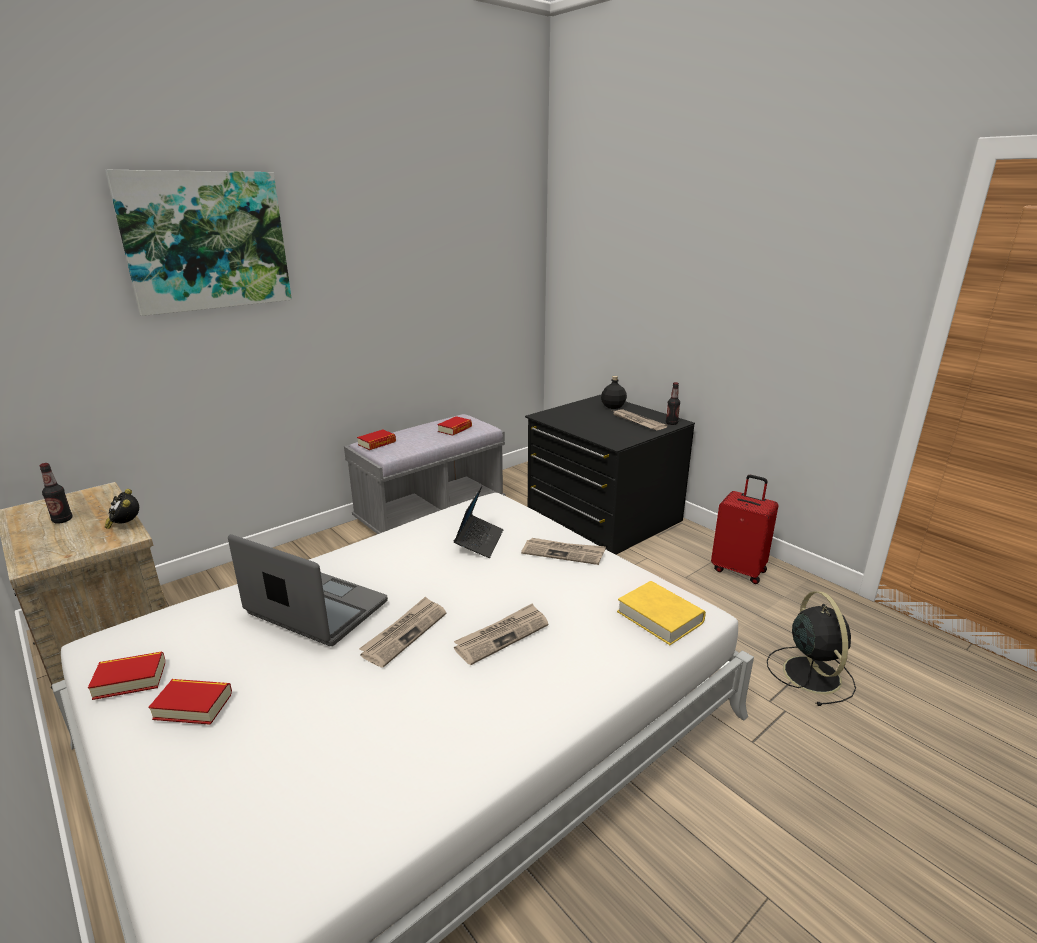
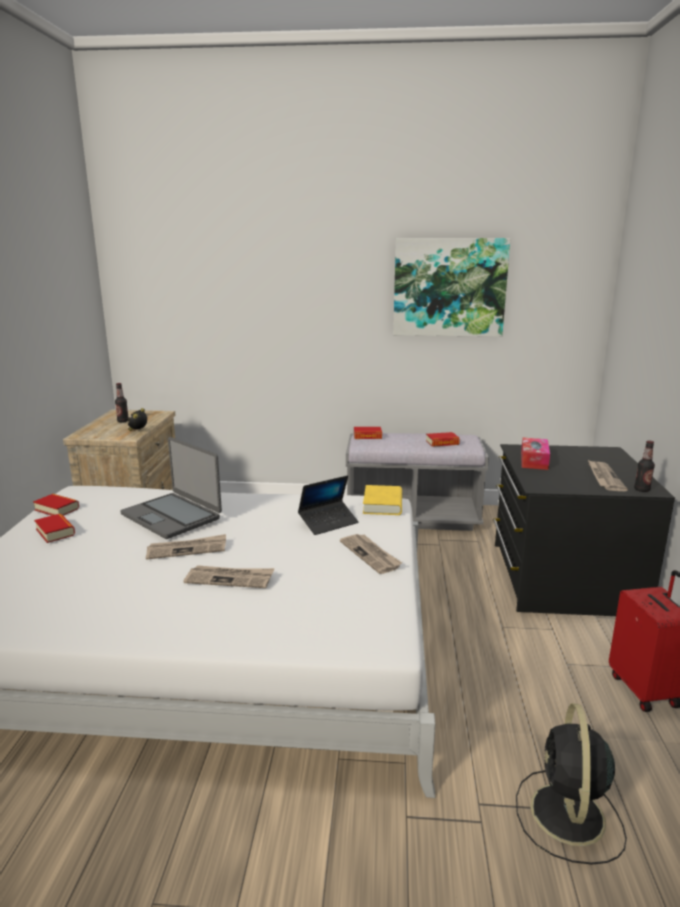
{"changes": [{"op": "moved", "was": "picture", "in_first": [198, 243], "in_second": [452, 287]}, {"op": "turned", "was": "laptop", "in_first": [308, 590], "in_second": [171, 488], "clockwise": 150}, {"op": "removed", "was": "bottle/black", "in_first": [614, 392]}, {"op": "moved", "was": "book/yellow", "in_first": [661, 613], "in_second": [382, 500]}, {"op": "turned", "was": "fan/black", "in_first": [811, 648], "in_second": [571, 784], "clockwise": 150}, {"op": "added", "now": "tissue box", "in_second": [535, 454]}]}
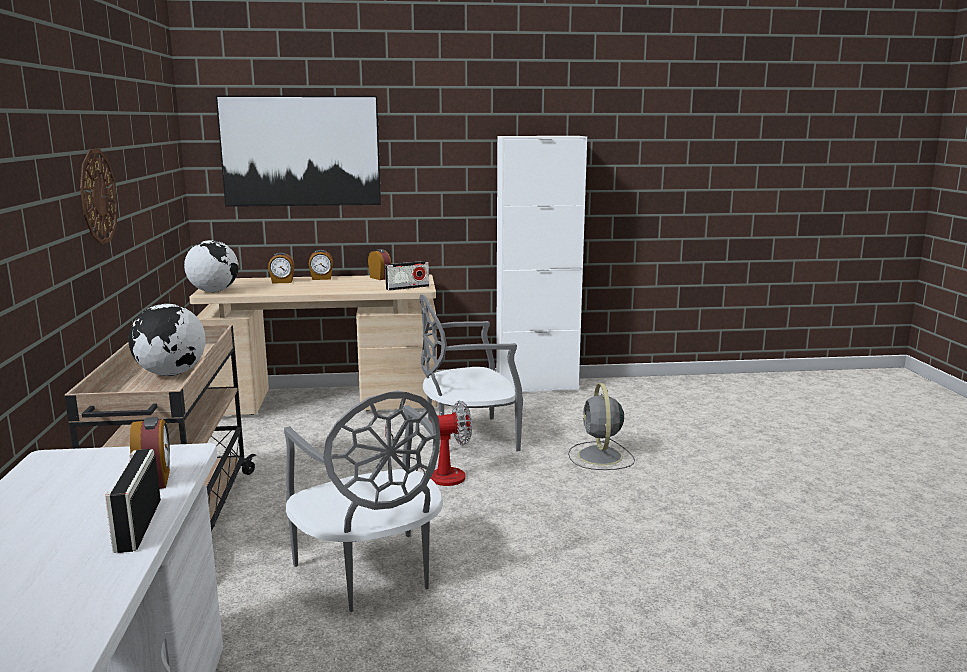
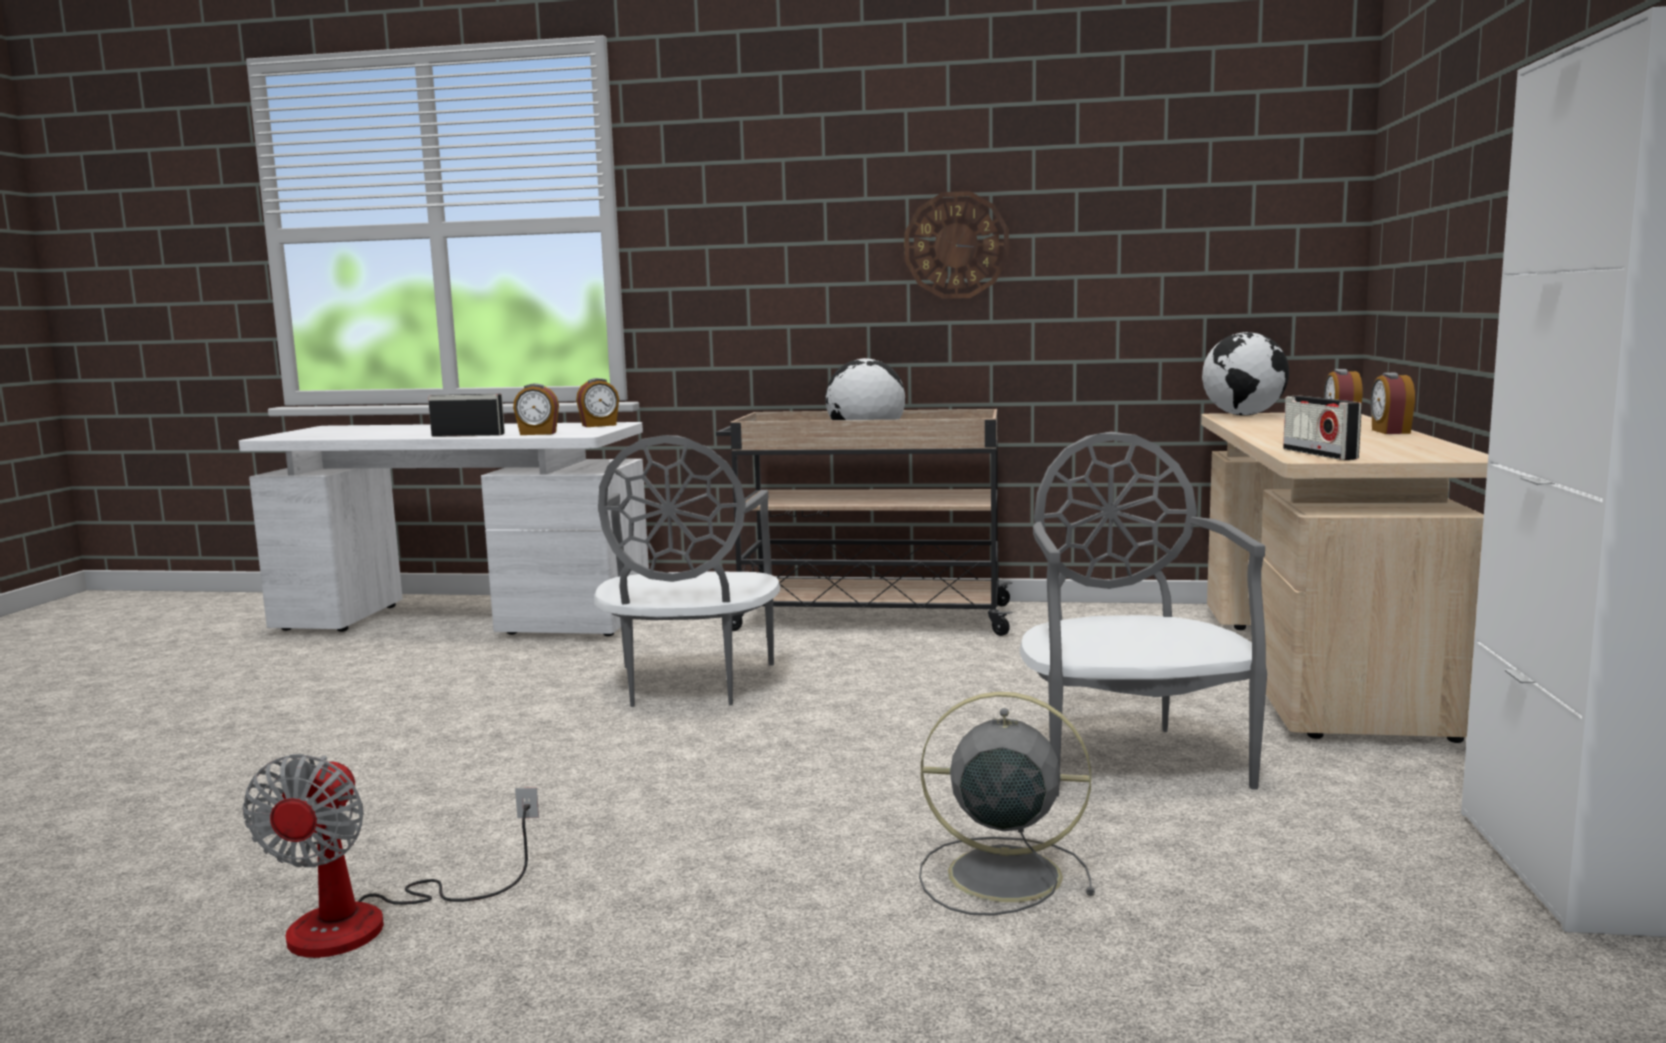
{"changes": [{"op": "removed", "was": "picture", "in_first": [298, 151]}, {"op": "turned", "was": "chair/grey", "in_first": [363, 501], "in_second": [687, 571], "clockwise": -75}, {"op": "moved", "was": "alarm clock", "in_first": [379, 264], "in_second": [597, 402]}, {"op": "moved", "was": "fan", "in_first": [428, 443], "in_second": [391, 856]}]}
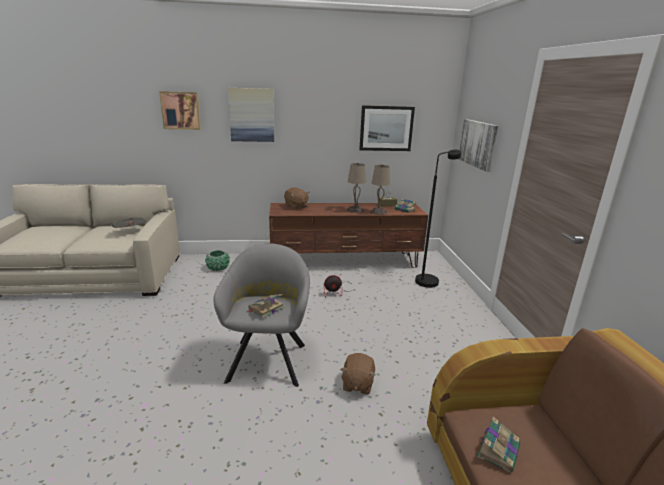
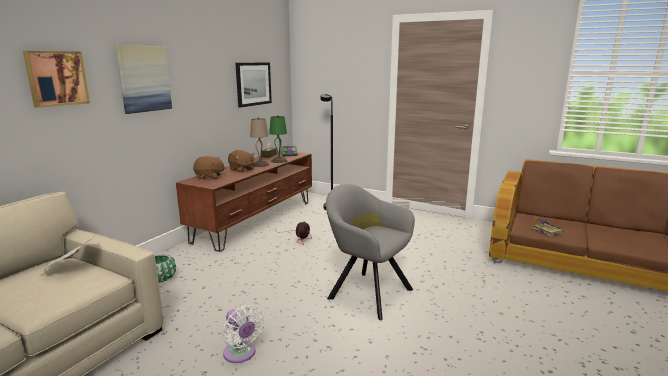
{"changes": [{"op": "removed", "was": "book", "in_first": [266, 306]}, {"op": "moved", "was": "plush toy/brown", "in_first": [358, 373], "in_second": [241, 161]}, {"op": "recoloured", "was": "table lamp/beige", "now": "table lamp/green", "in_first": [380, 189], "in_second": [278, 139]}, {"op": "removed", "was": "picture", "in_first": [478, 145]}, {"op": "added", "now": "fan/white", "in_second": [243, 334]}]}
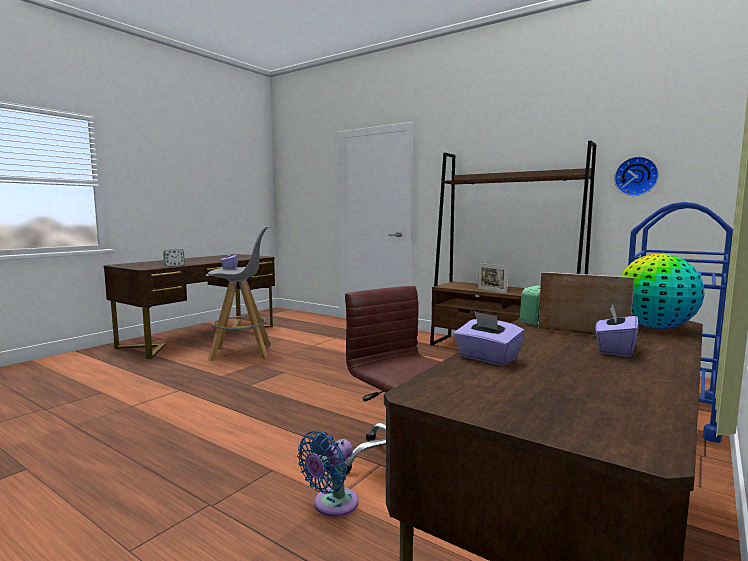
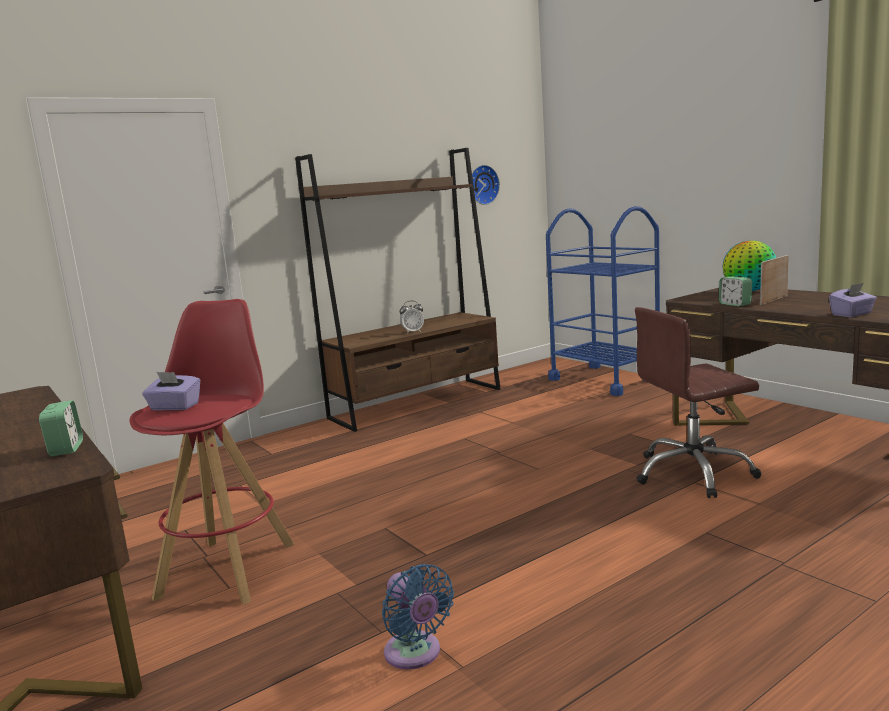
{"changes": [{"op": "recoloured", "was": "stool/grey", "now": "stool/red", "in_first": [238, 293], "in_second": [212, 452]}, {"op": "moved", "was": "fan/blue", "in_first": [328, 474], "in_second": [418, 617]}, {"op": "replaced", "was": "picture frame", "now": "alarm clock", "in_first": [493, 278], "in_second": [411, 317]}, {"op": "removed", "was": "tissue box/purple", "in_first": [617, 331]}]}
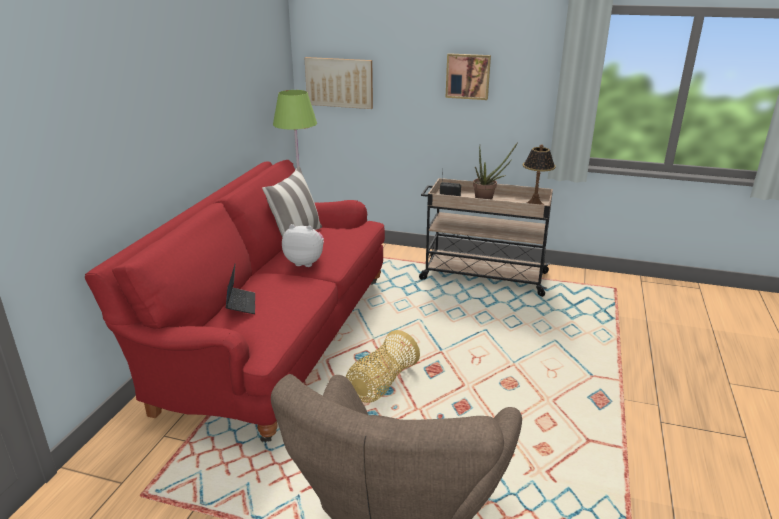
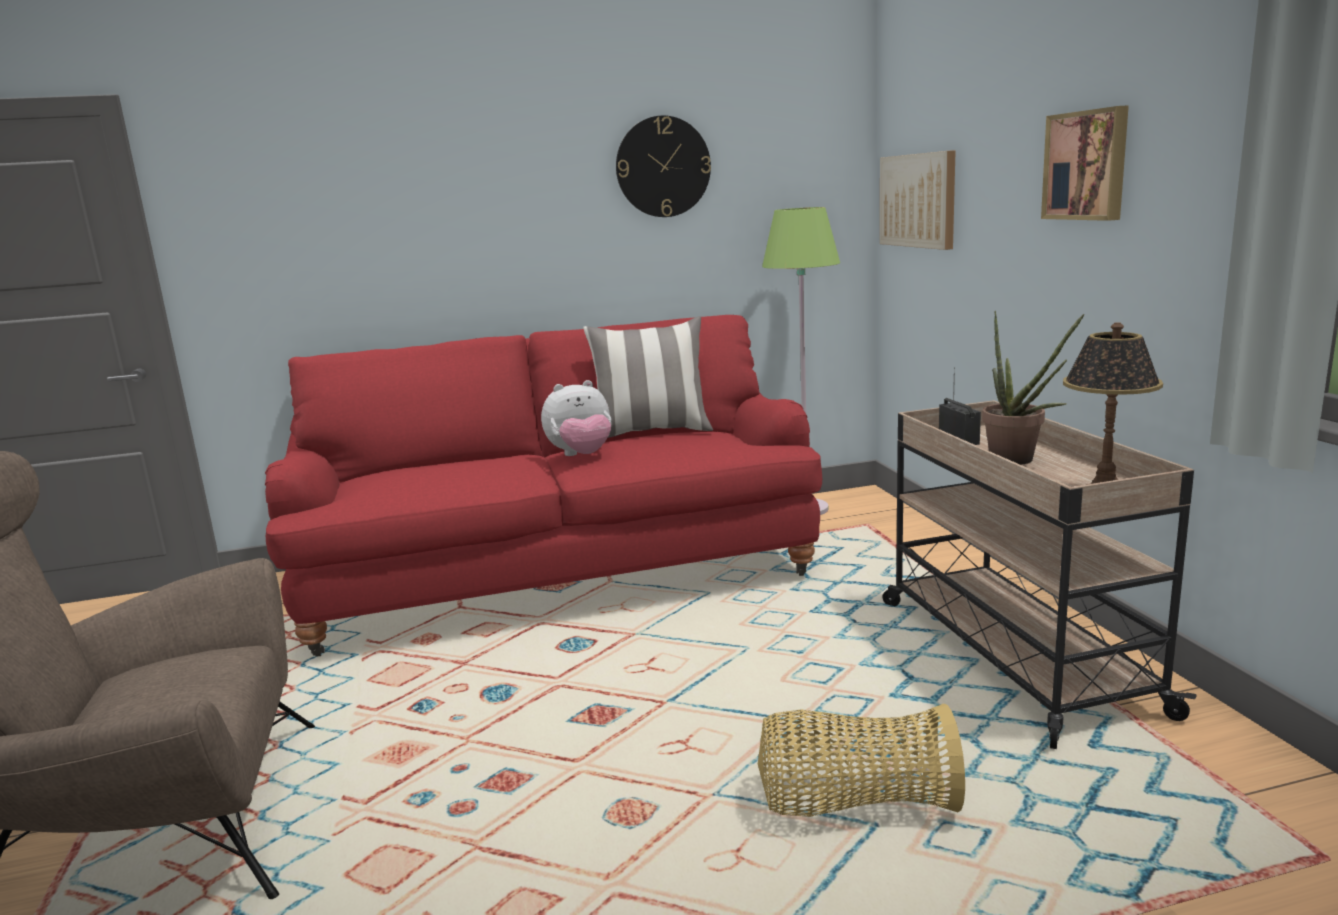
{"changes": [{"op": "removed", "was": "laptop", "in_first": [240, 289]}, {"op": "turned", "was": "plush toy", "in_first": [303, 245], "in_second": [576, 418], "clockwise": 90}, {"op": "moved", "was": "basket", "in_first": [383, 366], "in_second": [861, 760]}, {"op": "added", "now": "wall clock", "in_second": [663, 166]}]}
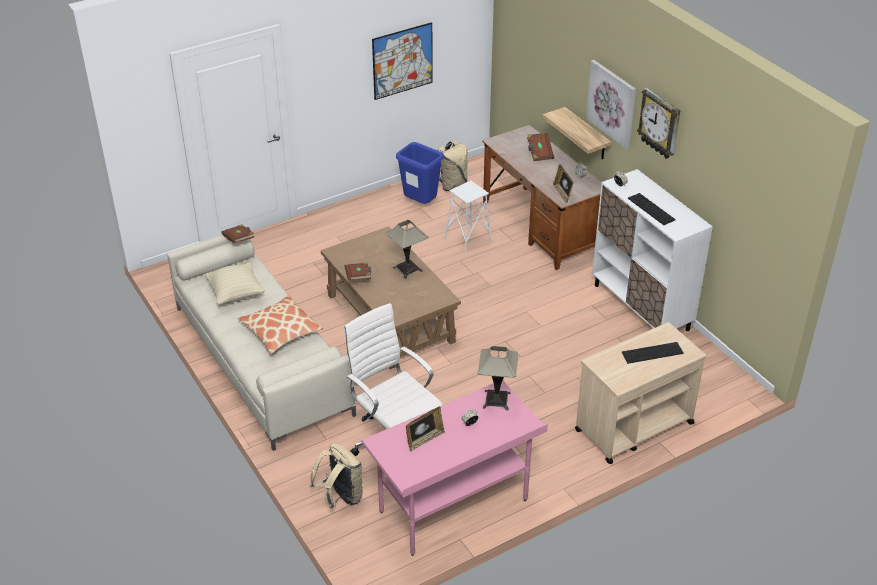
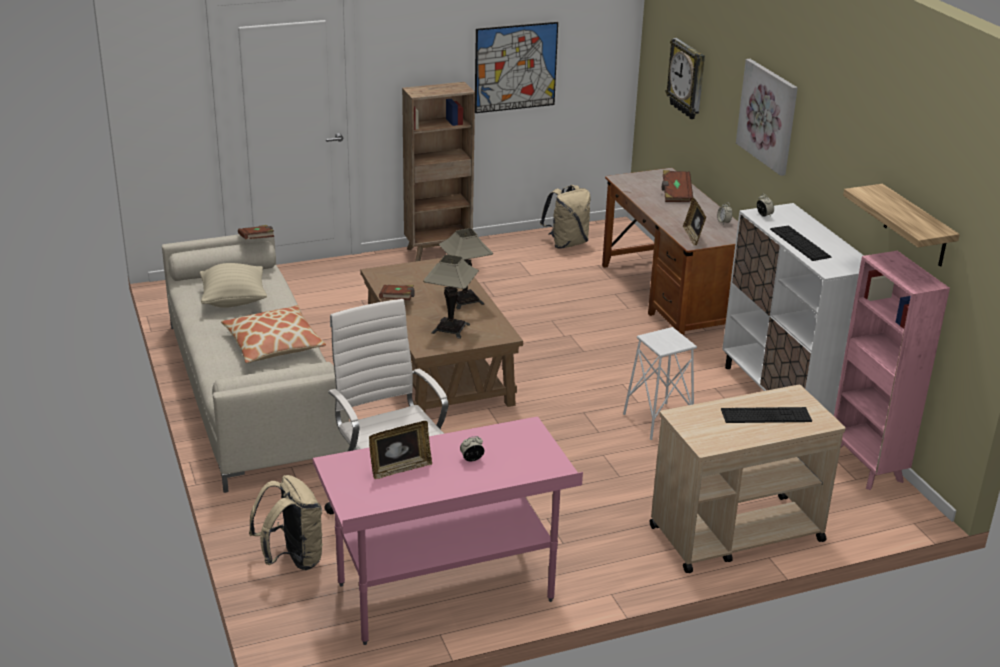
{"changes": [{"op": "removed", "was": "trash can/blue", "in_first": [420, 173]}, {"op": "moved", "was": "stool/white", "in_first": [468, 218], "in_second": [660, 383]}, {"op": "moved", "was": "table lamp", "in_first": [498, 378], "in_second": [451, 296]}, {"op": "moved", "was": "shelf", "in_first": [576, 133], "in_second": [901, 225]}, {"op": "moved", "was": "wall clock", "in_first": [658, 123], "in_second": [685, 78]}, {"op": "added", "now": "bookcase/brown", "in_second": [438, 171]}, {"op": "added", "now": "bookcase/pink", "in_second": [892, 370]}]}
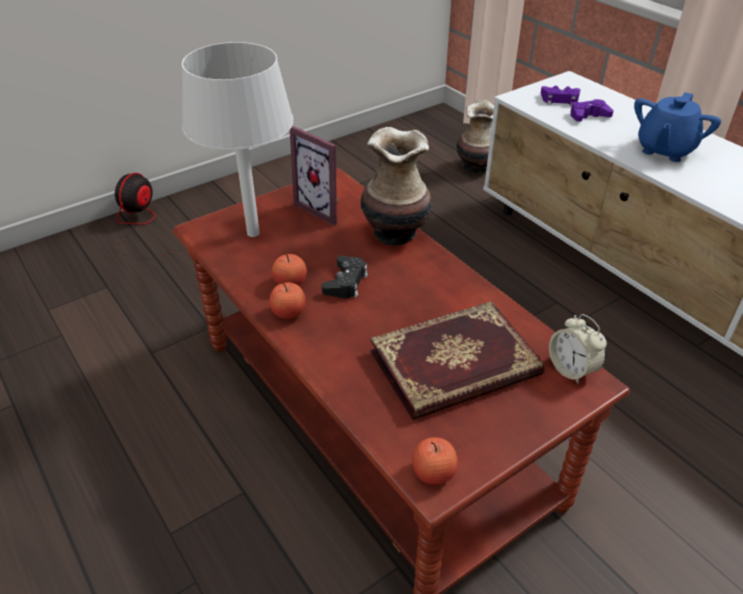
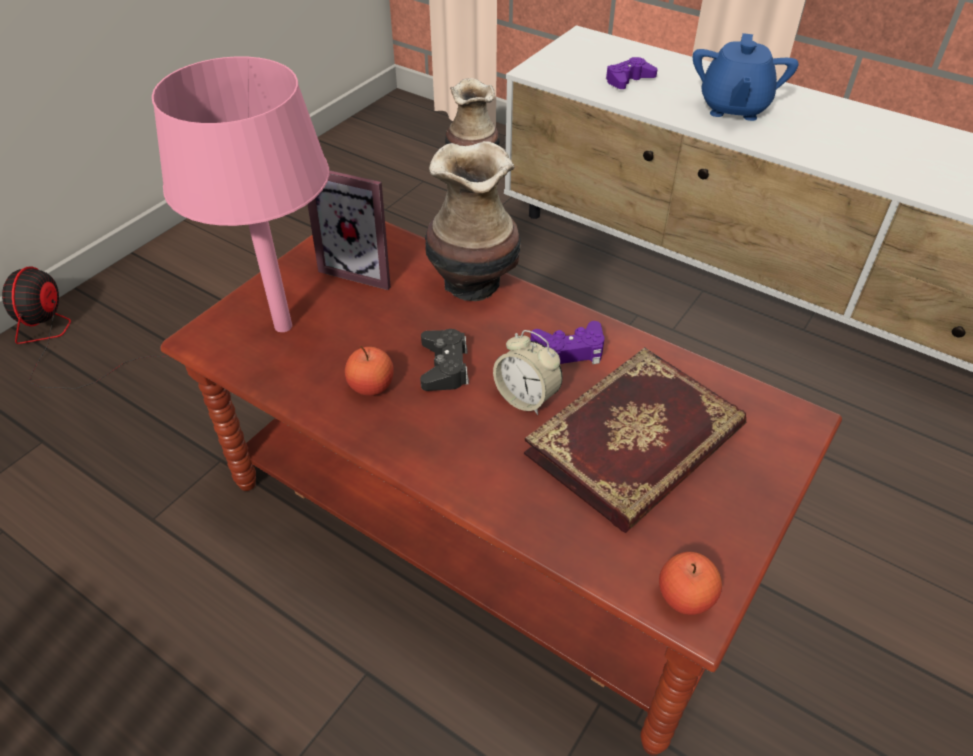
{"changes": [{"op": "recoloured", "was": "table lamp/grey", "now": "table lamp/pink", "in_first": [238, 139], "in_second": [240, 194]}, {"op": "removed", "was": "apple", "in_first": [288, 300]}, {"op": "moved", "was": "game controller/purple", "in_first": [560, 96], "in_second": [568, 342]}, {"op": "moved", "was": "alarm clock", "in_first": [578, 349], "in_second": [528, 372]}]}
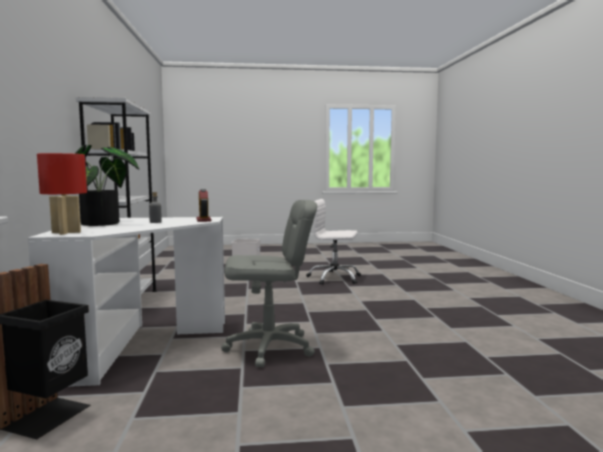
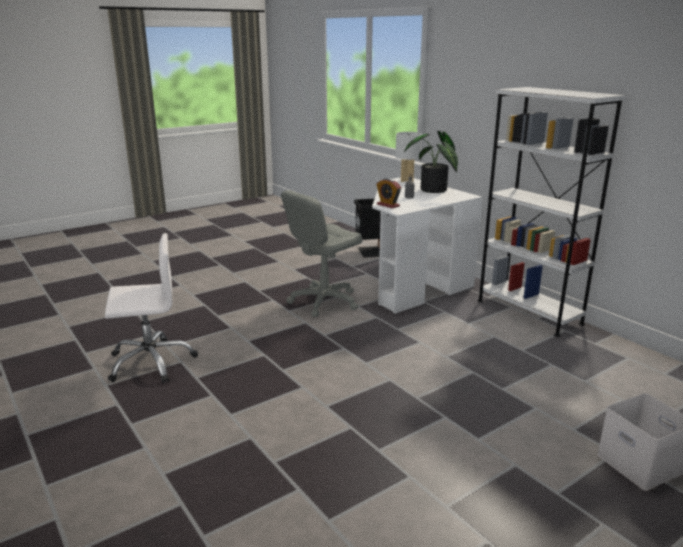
{"changes": [{"op": "recoloured", "was": "table lamp/red", "now": "table lamp/white", "in_first": [62, 194], "in_second": [408, 157]}, {"op": "moved", "was": "office chair/white", "in_first": [333, 242], "in_second": [151, 308]}]}
